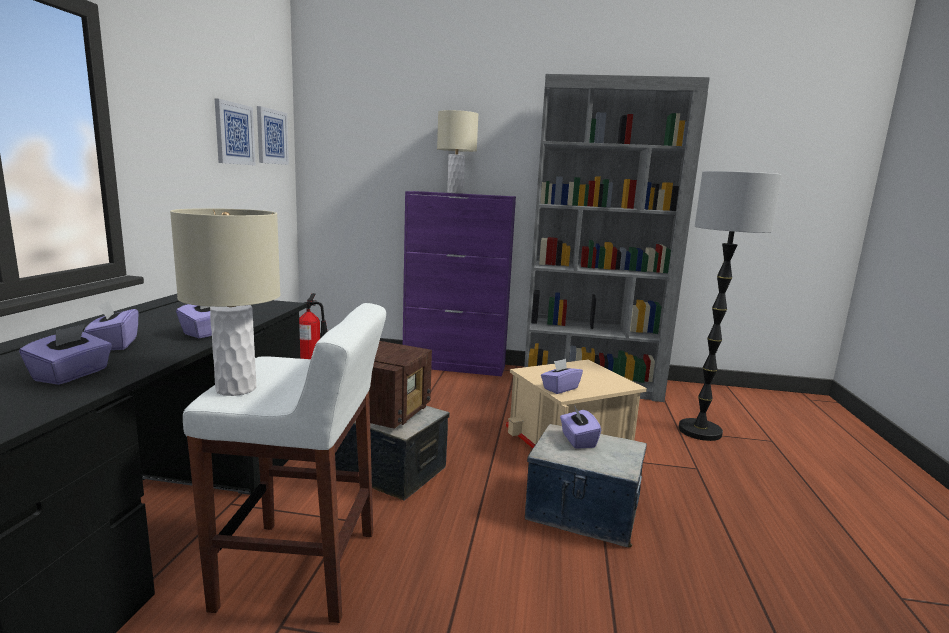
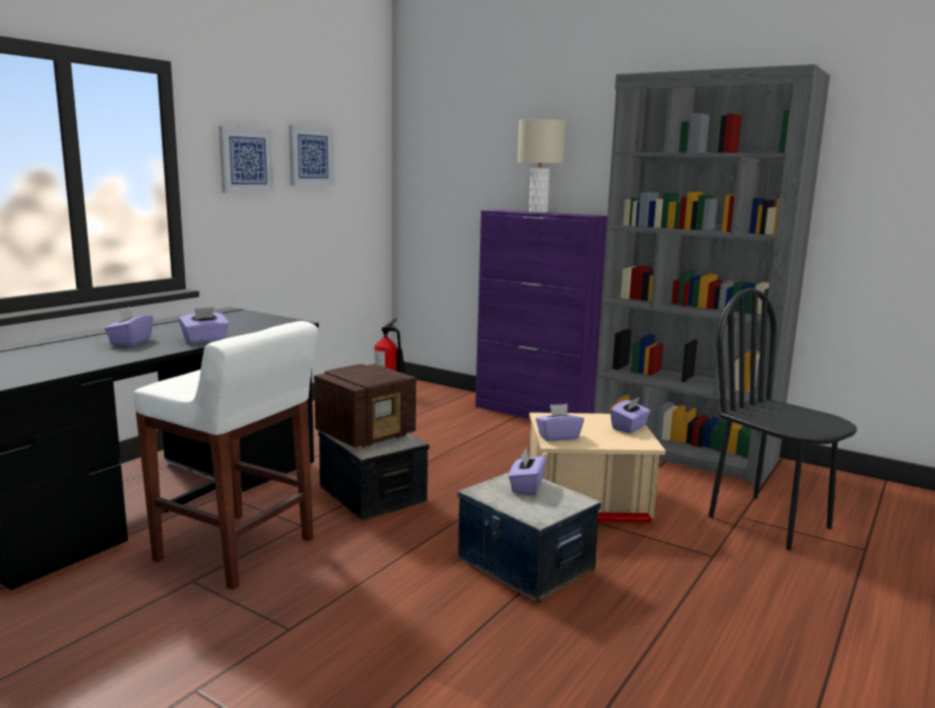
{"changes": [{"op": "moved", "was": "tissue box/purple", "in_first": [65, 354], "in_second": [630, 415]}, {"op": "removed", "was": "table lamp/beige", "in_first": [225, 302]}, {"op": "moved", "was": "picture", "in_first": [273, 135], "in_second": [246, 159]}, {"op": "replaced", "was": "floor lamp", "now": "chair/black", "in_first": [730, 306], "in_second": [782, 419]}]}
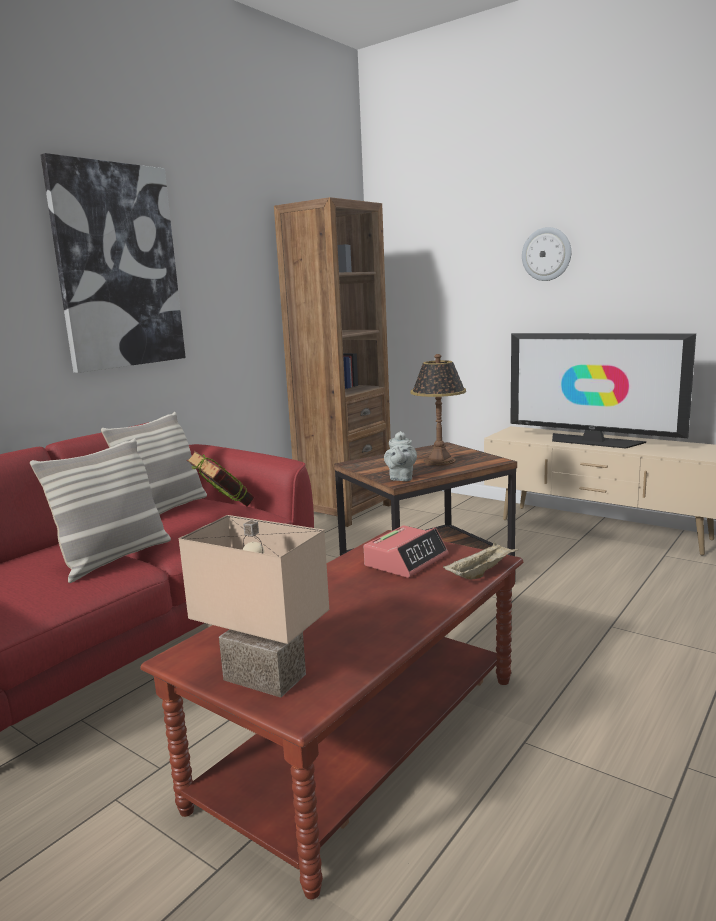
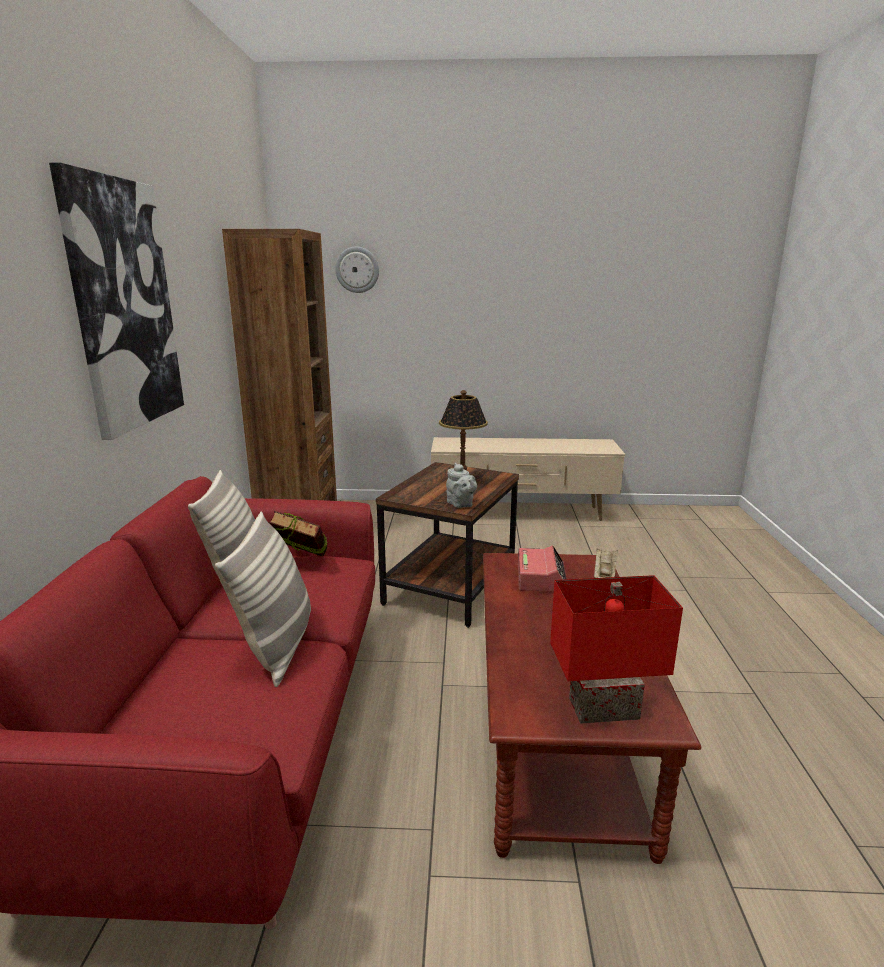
{"changes": [{"op": "recoloured", "was": "table lamp/beige", "now": "table lamp/red", "in_first": [254, 606], "in_second": [616, 649]}, {"op": "removed", "was": "television", "in_first": [603, 391]}, {"op": "moved", "was": "wall clock", "in_first": [546, 254], "in_second": [357, 270]}]}
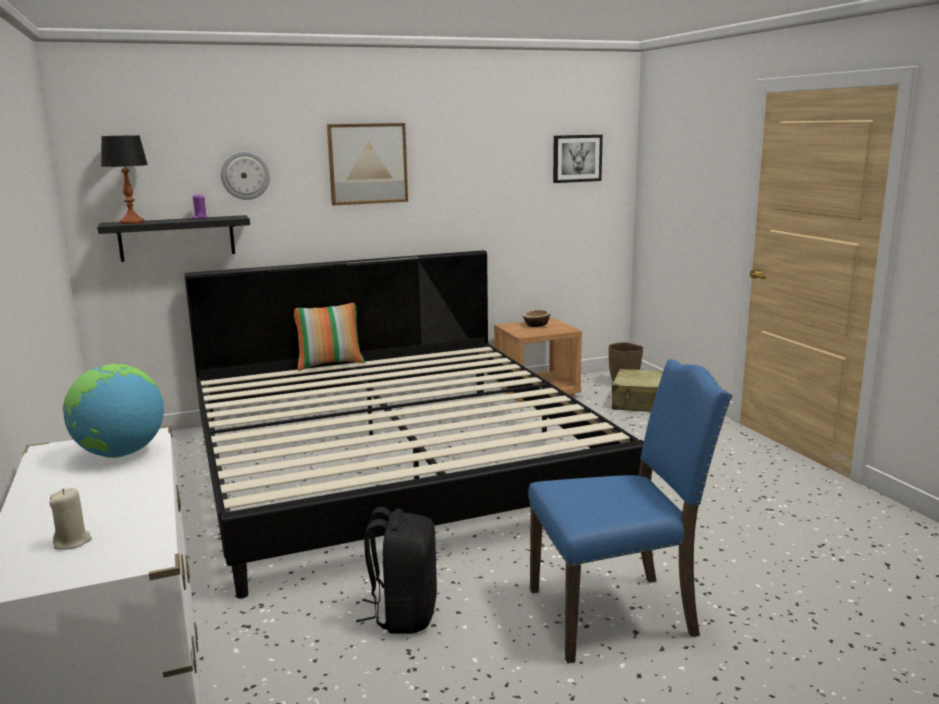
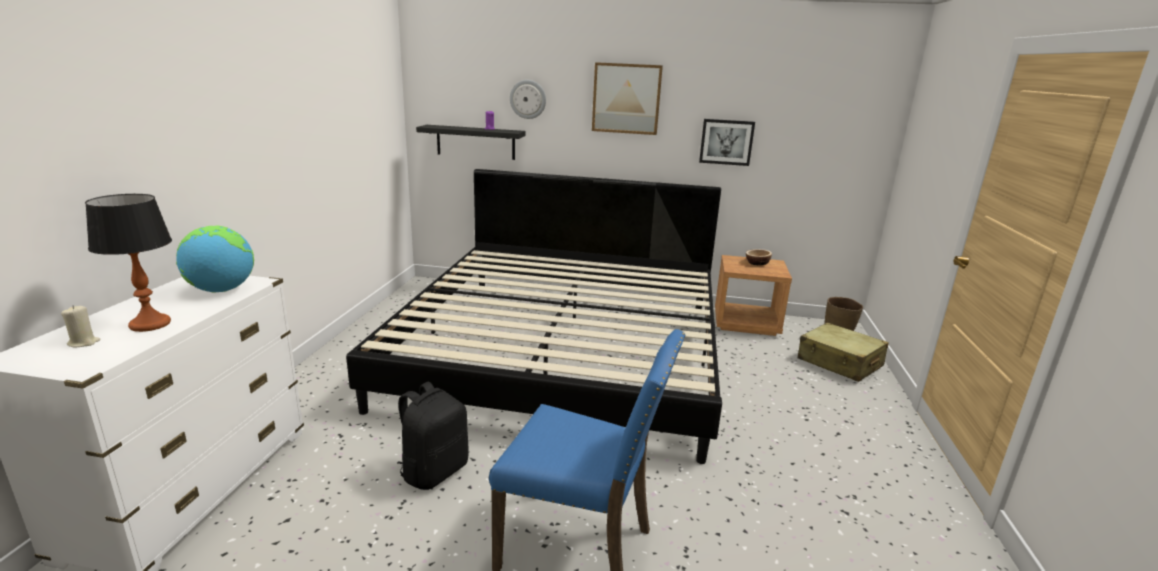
{"changes": [{"op": "moved", "was": "table lamp", "in_first": [124, 179], "in_second": [128, 263]}, {"op": "removed", "was": "pillow", "in_first": [329, 337]}, {"op": "moved", "was": "picture", "in_first": [578, 159], "in_second": [727, 142]}]}
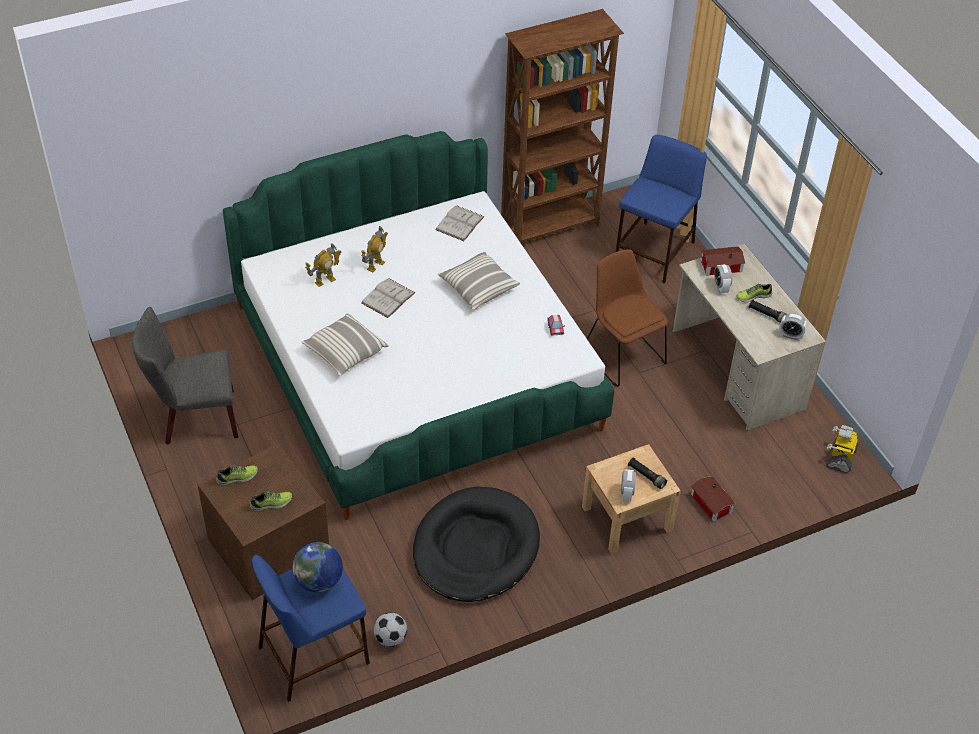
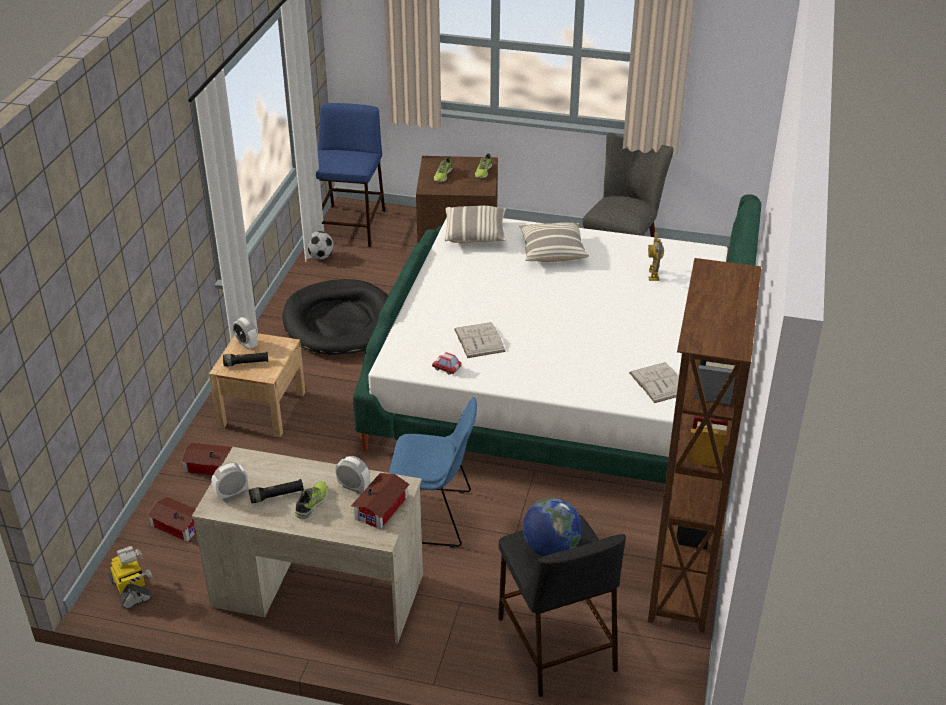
{"changes": [{"op": "moved", "was": "globe", "in_first": [318, 567], "in_second": [552, 527]}, {"op": "removed", "was": "toy robot", "in_first": [374, 249]}, {"op": "moved", "was": "book/white", "in_first": [388, 298], "in_second": [480, 340]}, {"op": "moved", "was": "pillow", "in_first": [479, 280], "in_second": [475, 224]}, {"op": "recoloured", "was": "chair/brown", "now": "chair/blue", "in_first": [627, 318], "in_second": [433, 473]}, {"op": "recoloured", "was": "stool/blue", "now": "stool/black", "in_first": [661, 209], "in_second": [562, 606]}, {"op": "added", "now": "toy house", "in_second": [171, 519]}]}
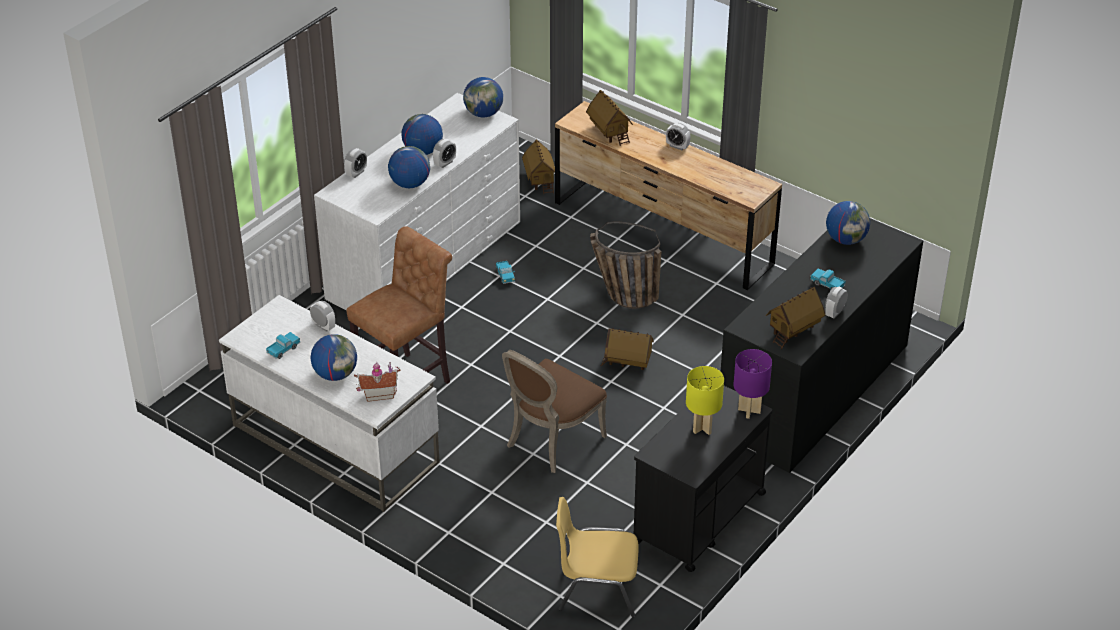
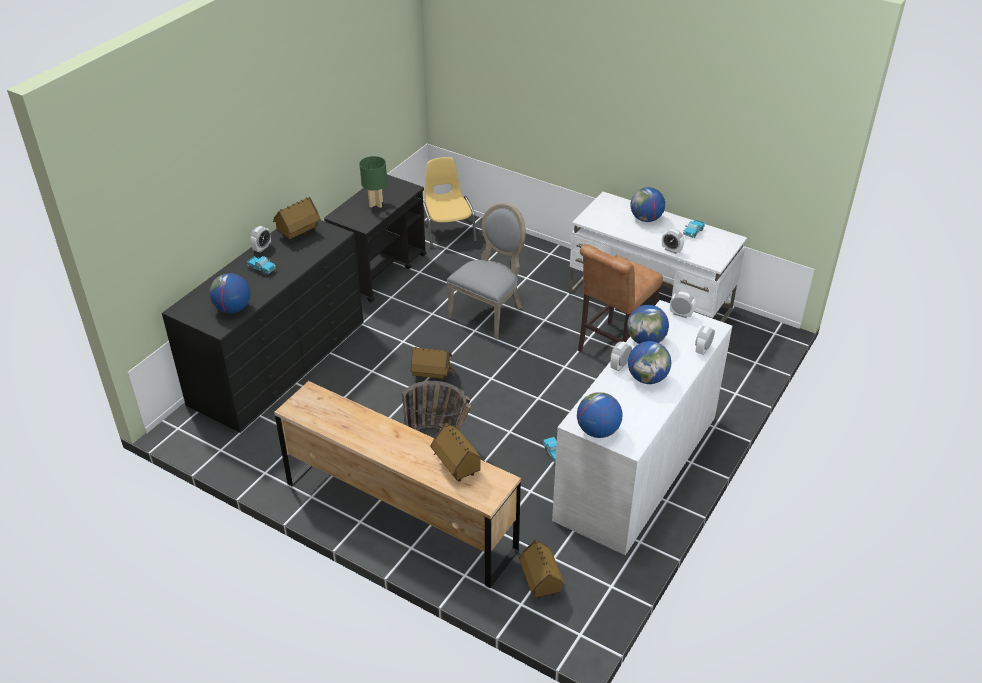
{"changes": [{"op": "removed", "was": "toy house", "in_first": [377, 382]}, {"op": "recoloured", "was": "chair/brown", "now": "chair/grey", "in_first": [554, 411], "in_second": [486, 271]}, {"op": "turned", "was": "chair/yellow", "in_first": [597, 557], "in_second": [450, 202], "clockwise": -105}, {"op": "moved", "was": "alarm clock", "in_first": [678, 136], "in_second": [682, 304]}, {"op": "recoloured", "was": "table lamp/yellow", "now": "table lamp/green", "in_first": [705, 400], "in_second": [373, 182]}, {"op": "removed", "was": "table lamp/purple", "in_first": [752, 384]}]}
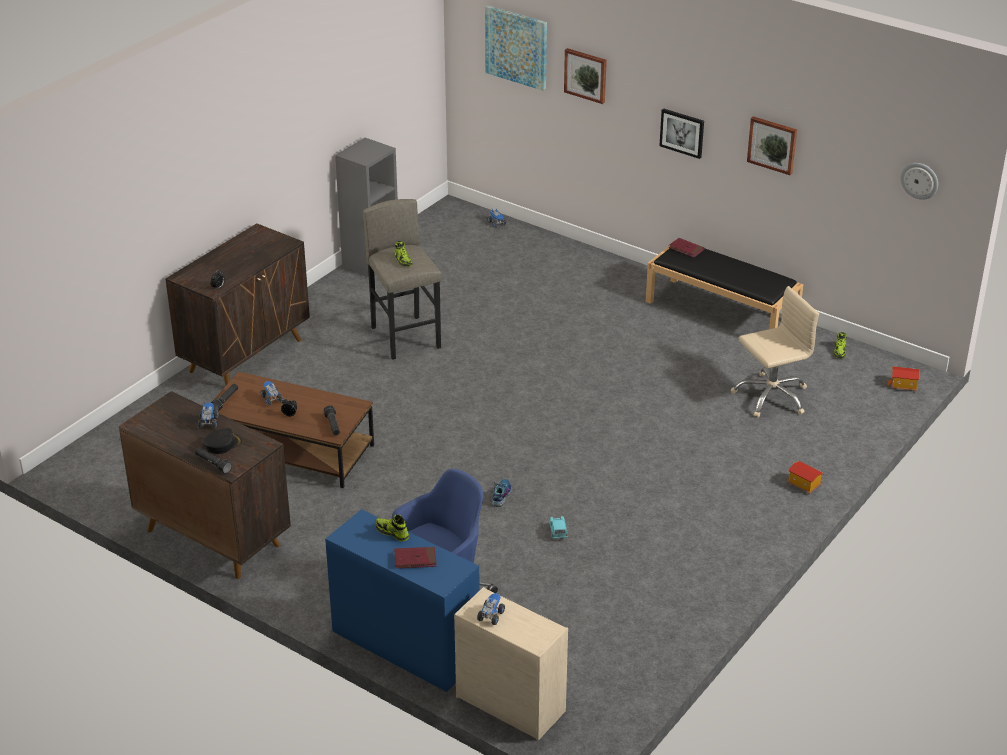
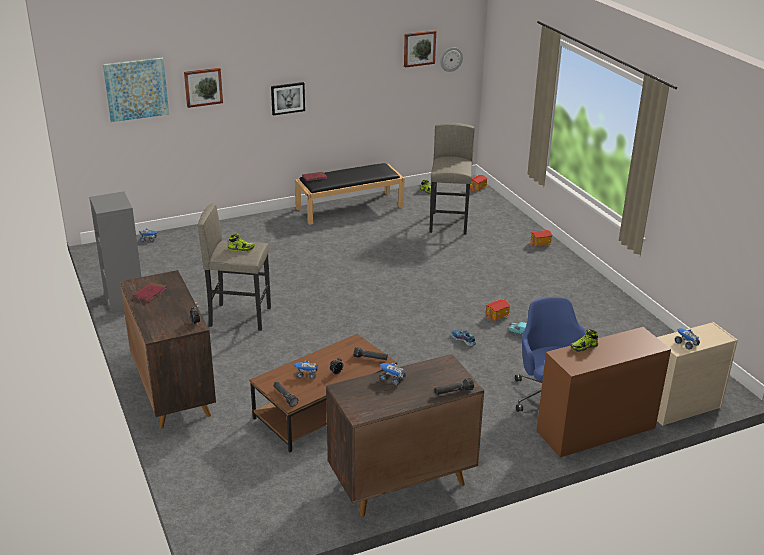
{"changes": [{"op": "removed", "was": "cap/black", "in_first": [222, 441]}, {"op": "recoloured", "was": "desk/blue", "now": "desk/brown", "in_first": [402, 600], "in_second": [604, 392]}, {"op": "moved", "was": "book/red", "in_first": [415, 557], "in_second": [150, 291]}, {"op": "replaced", "was": "office chair/beige", "now": "stool/grey", "in_first": [775, 352], "in_second": [452, 179]}, {"op": "moved", "was": "picture", "in_first": [772, 145], "in_second": [420, 49]}, {"op": "added", "now": "toy house", "in_second": [498, 310]}]}
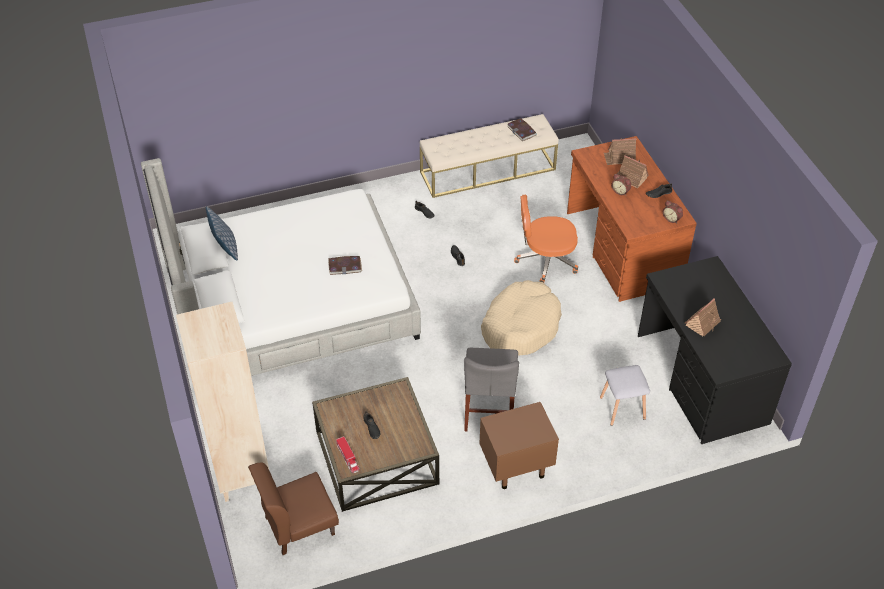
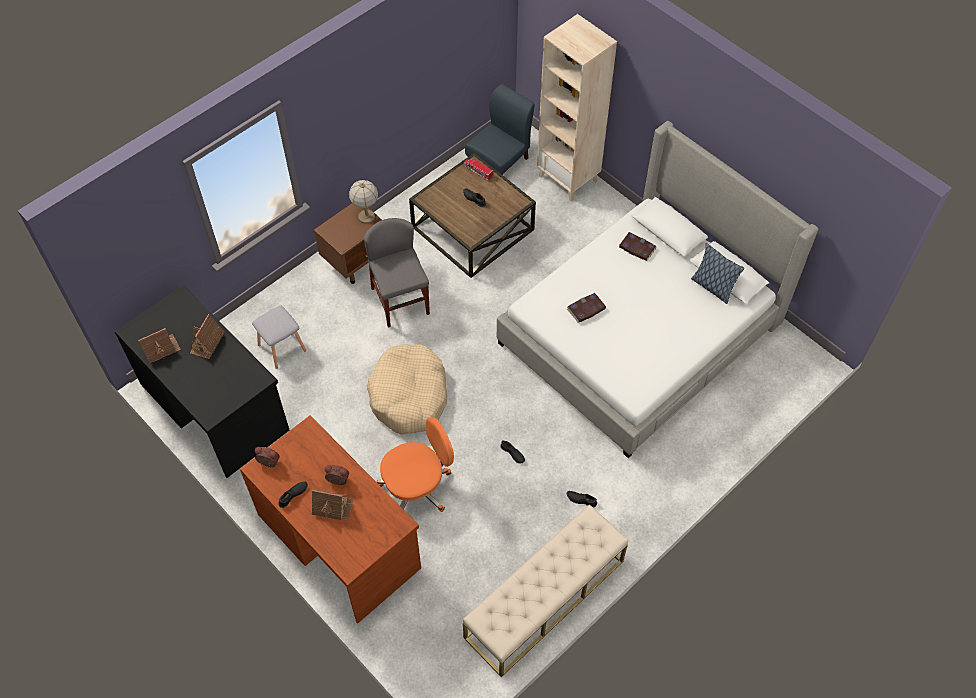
{"changes": [{"op": "recoloured", "was": "chair/brown", "now": "chair/blue", "in_first": [293, 509], "in_second": [499, 129]}, {"op": "moved", "was": "book", "in_first": [522, 129], "in_second": [638, 246]}, {"op": "moved", "was": "toy house", "in_first": [620, 151], "in_second": [159, 345]}, {"op": "added", "now": "table lamp", "in_second": [363, 202]}]}
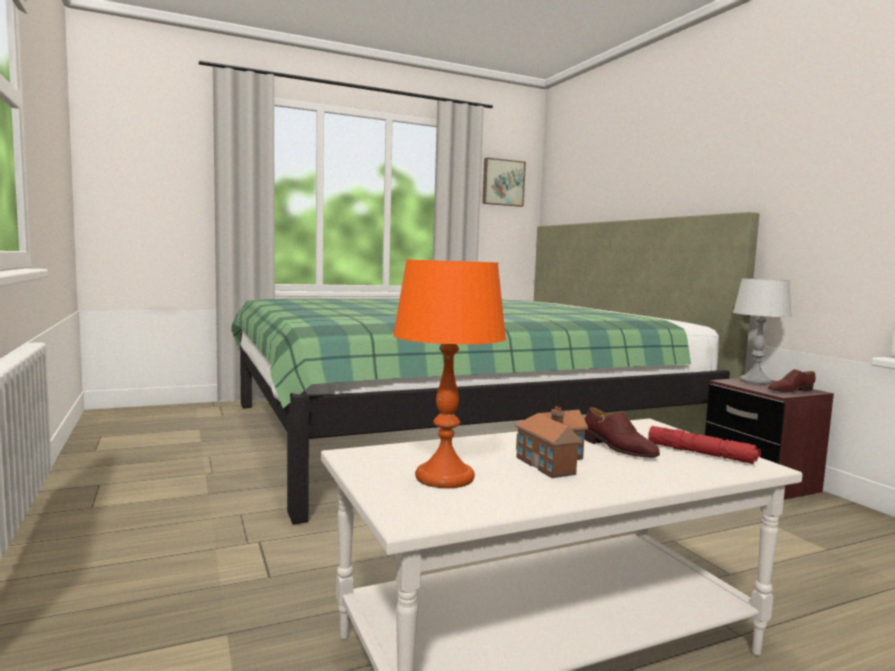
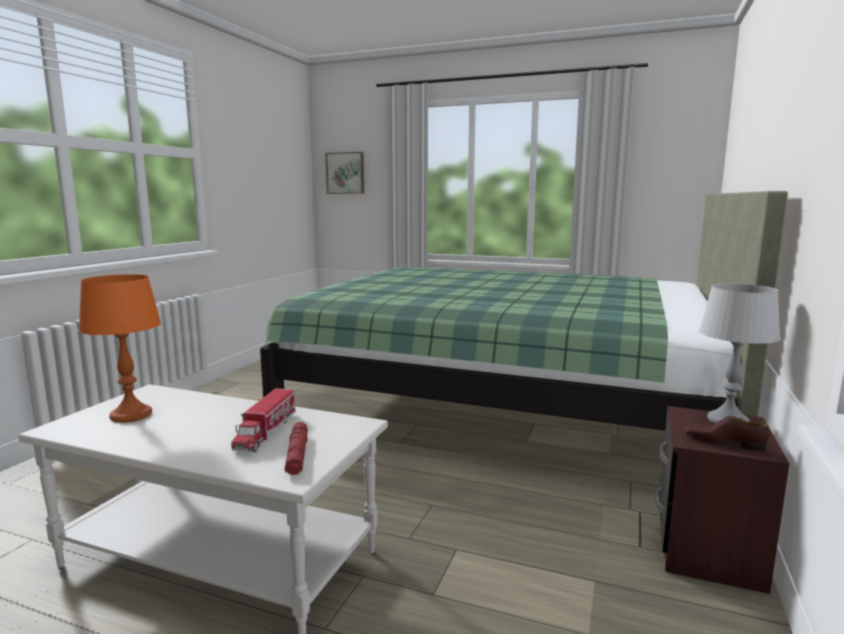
{"changes": [{"op": "moved", "was": "picture", "in_first": [504, 182], "in_second": [344, 173]}, {"op": "removed", "was": "toy house", "in_first": [551, 442]}, {"op": "replaced", "was": "shoe/brown", "now": "toy truck", "in_first": [622, 432], "in_second": [263, 420]}]}
